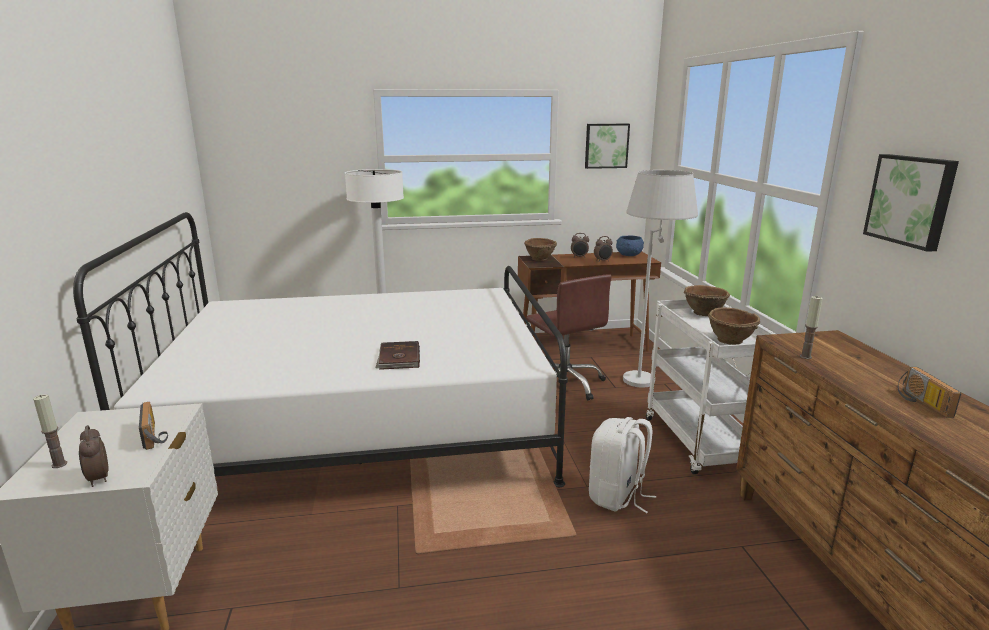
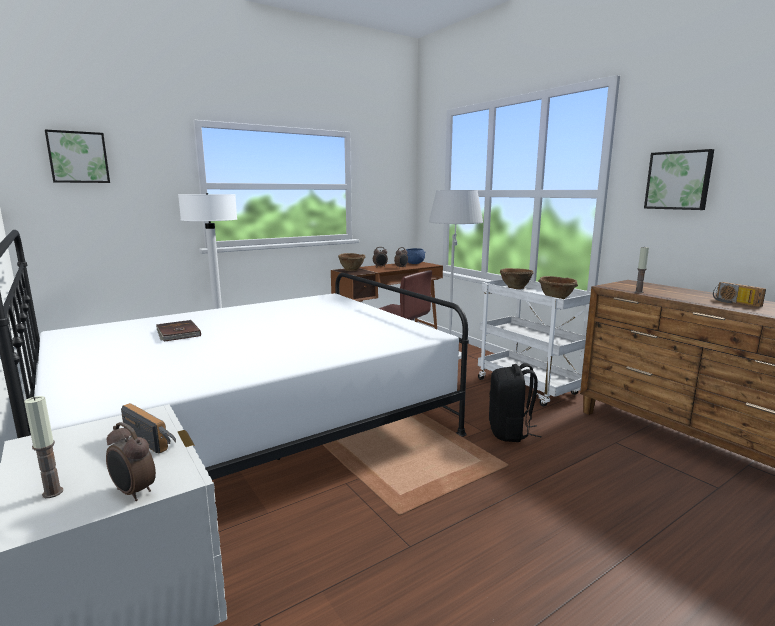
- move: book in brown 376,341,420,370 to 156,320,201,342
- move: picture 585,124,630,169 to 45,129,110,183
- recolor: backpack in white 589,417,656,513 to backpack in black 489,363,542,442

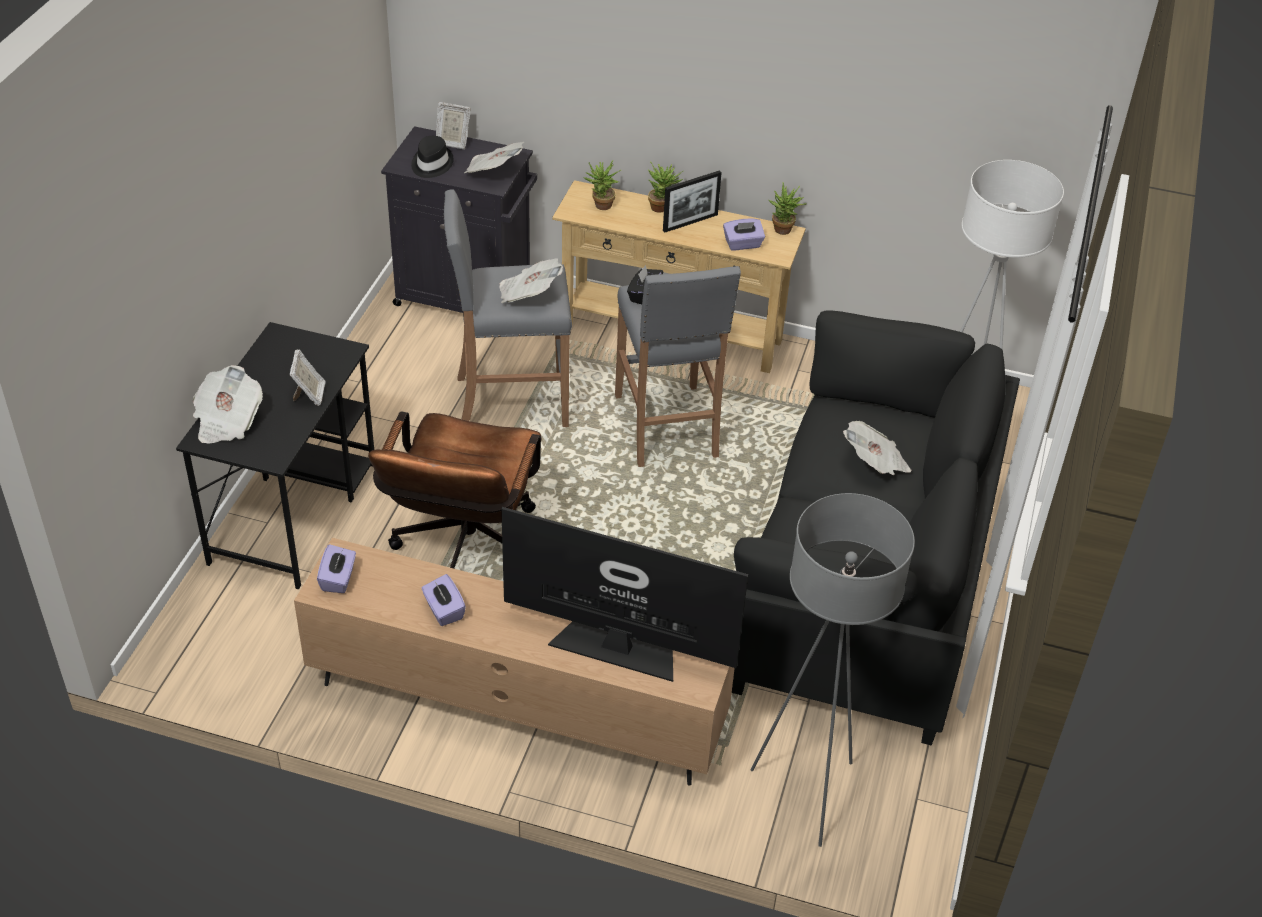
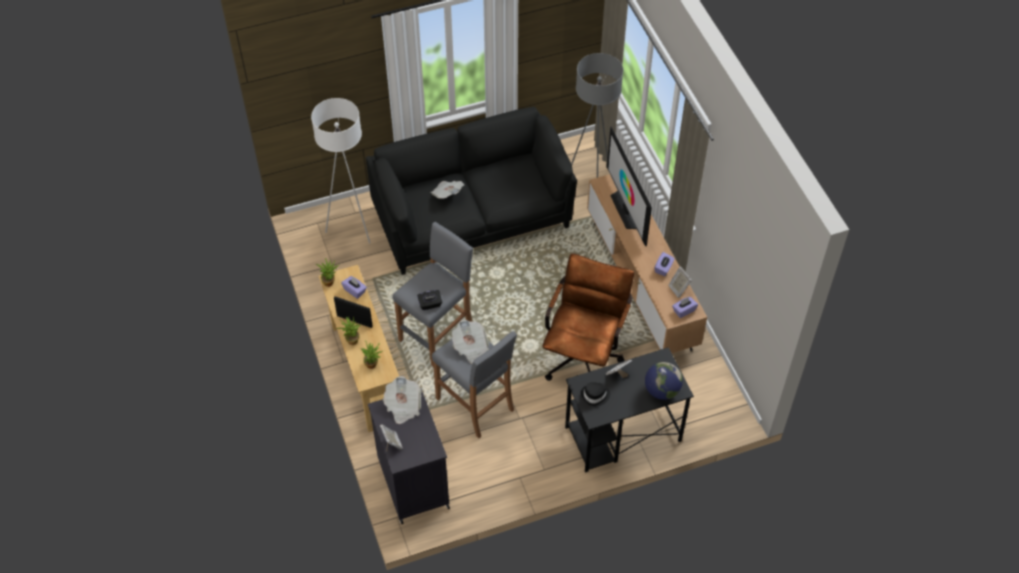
- replace: newspaper 193,365,263,443 to globe 645,362,683,400
- rotate: office chair in brown 368,411,542,569 = 542,253,634,381 45 degrees counterclockwise
- move: hat in black 411,136,454,178 to 581,382,610,406
- insert: picture frame 668,266,692,298

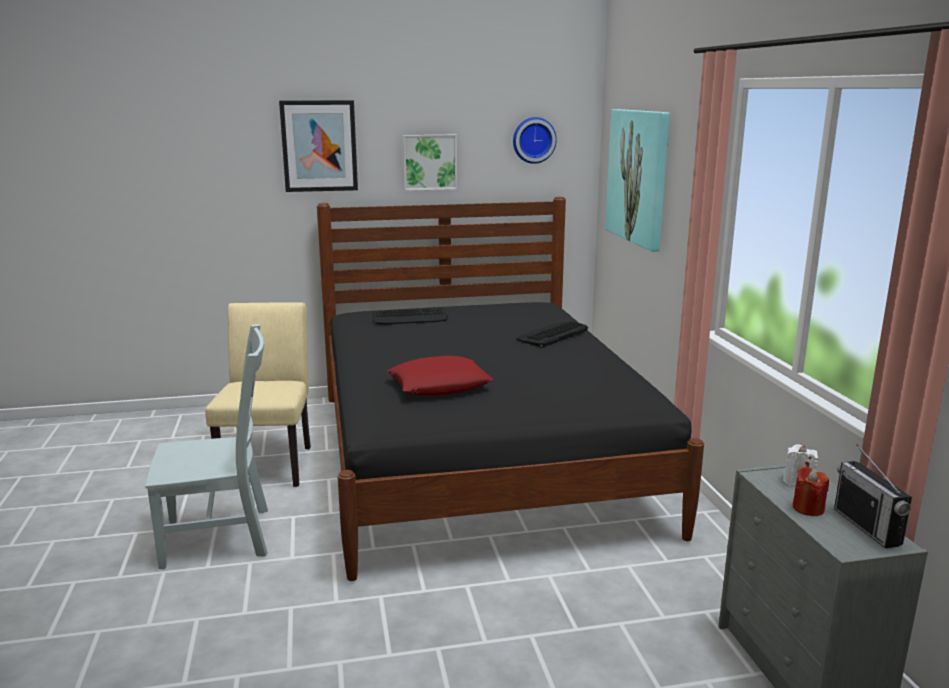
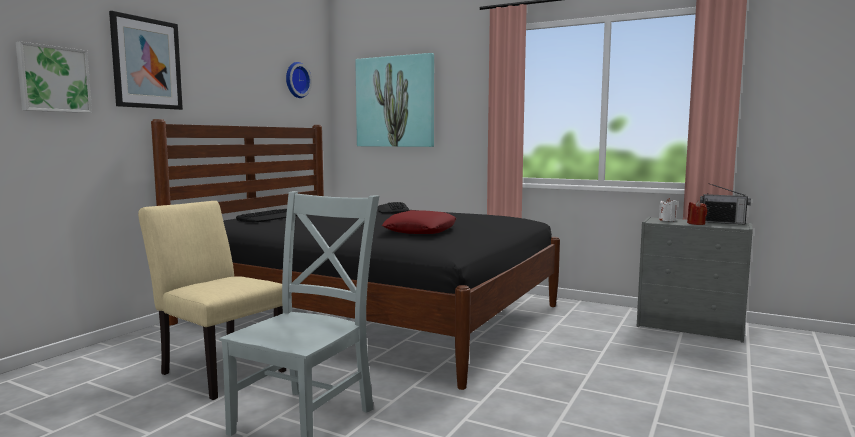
- move: picture 403,135,457,191 to 16,41,92,113

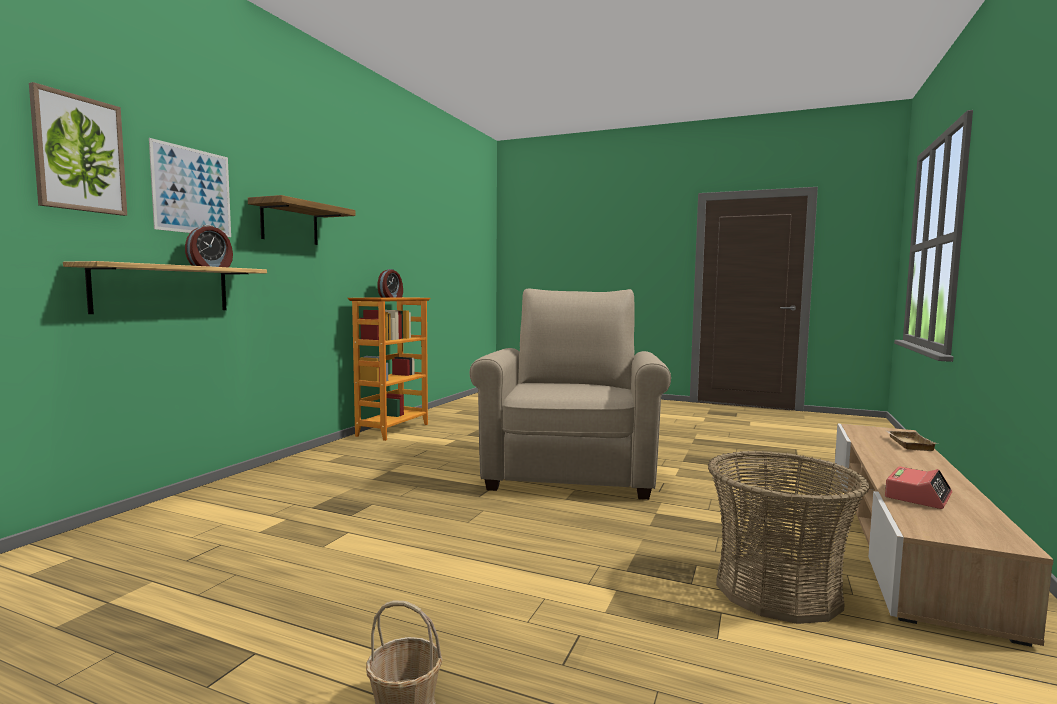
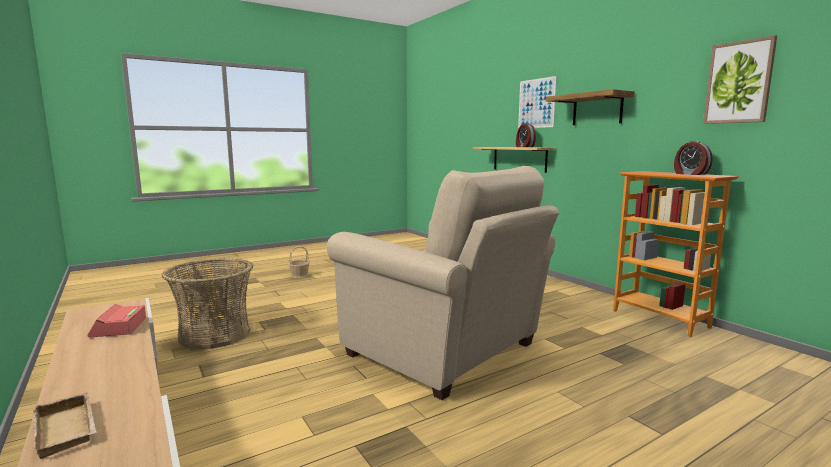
- move: picture 29,82,127,216 to 703,35,777,124

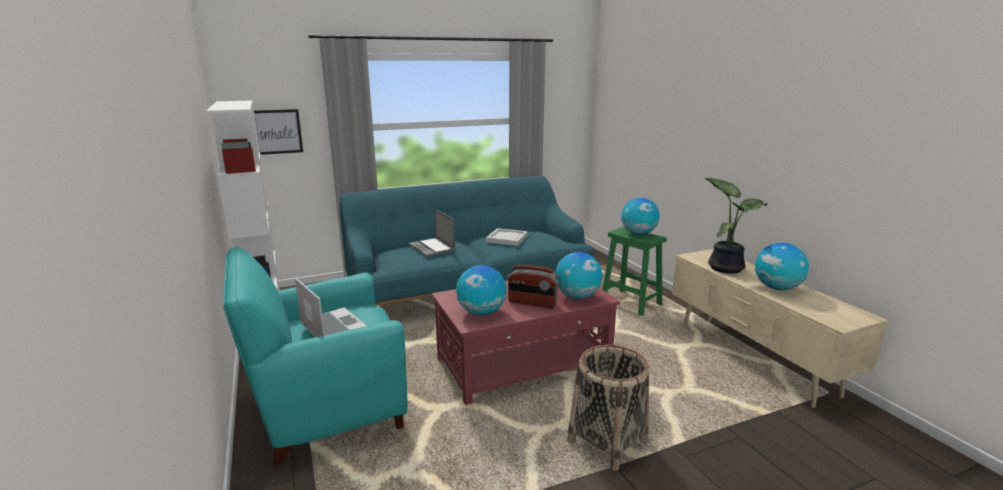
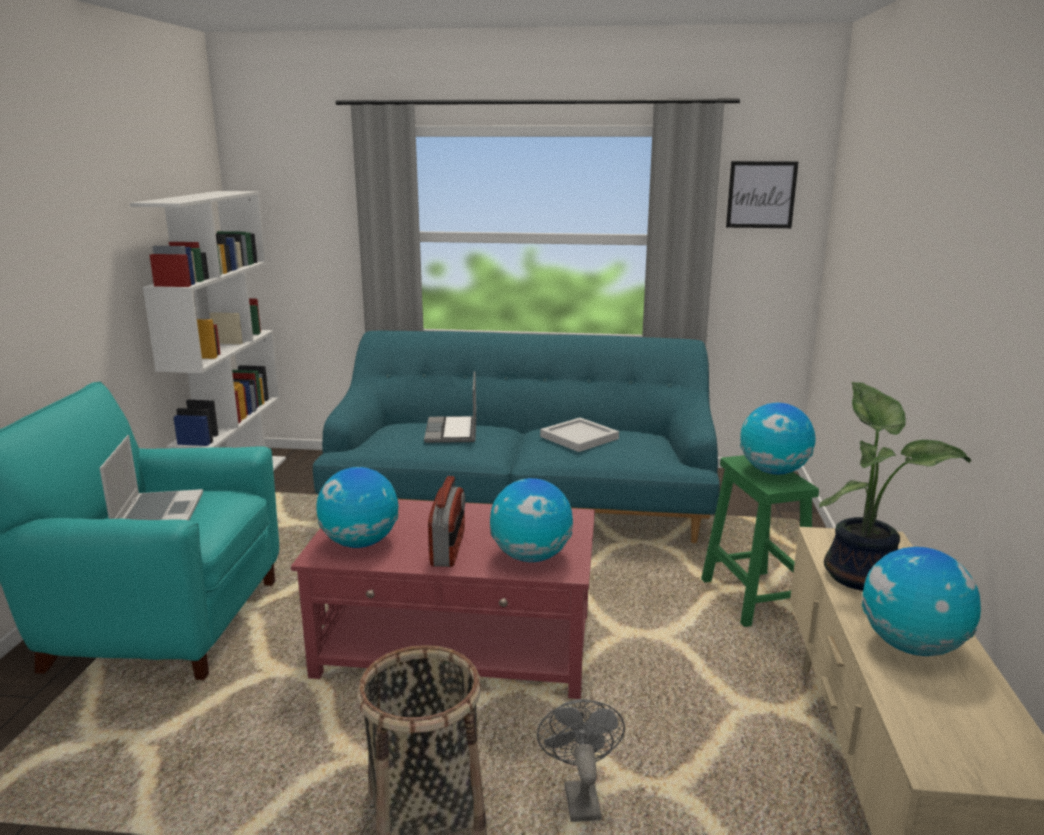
- move: picture 254,109,303,155 to 726,161,798,228
- rotate: radio 507,265,559,308 = 428,476,465,567 135 degrees counterclockwise
- insert: fan in grey 537,699,625,822

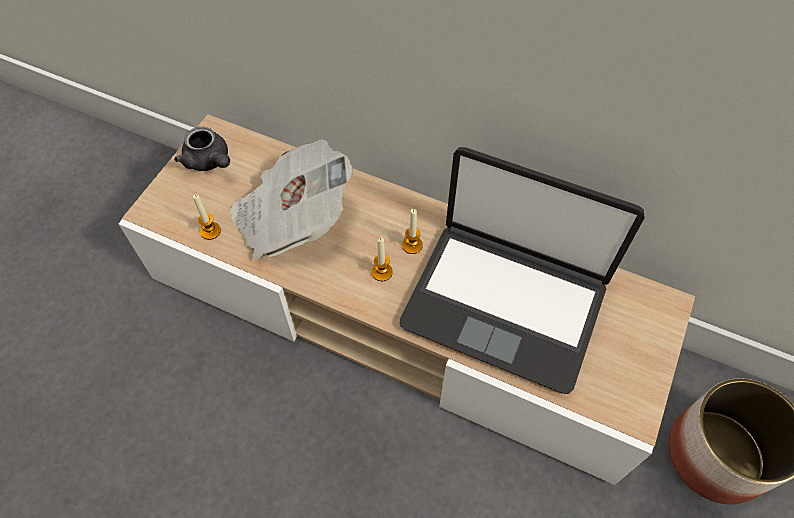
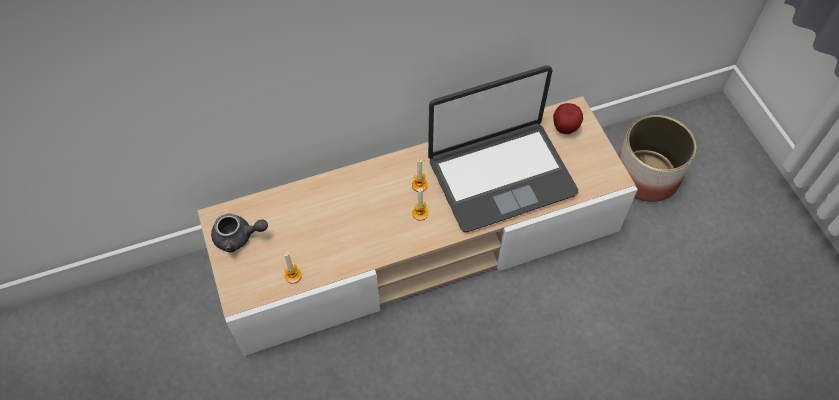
- delete: newspaper 230,140,353,260
- insert: apple 553,103,583,134

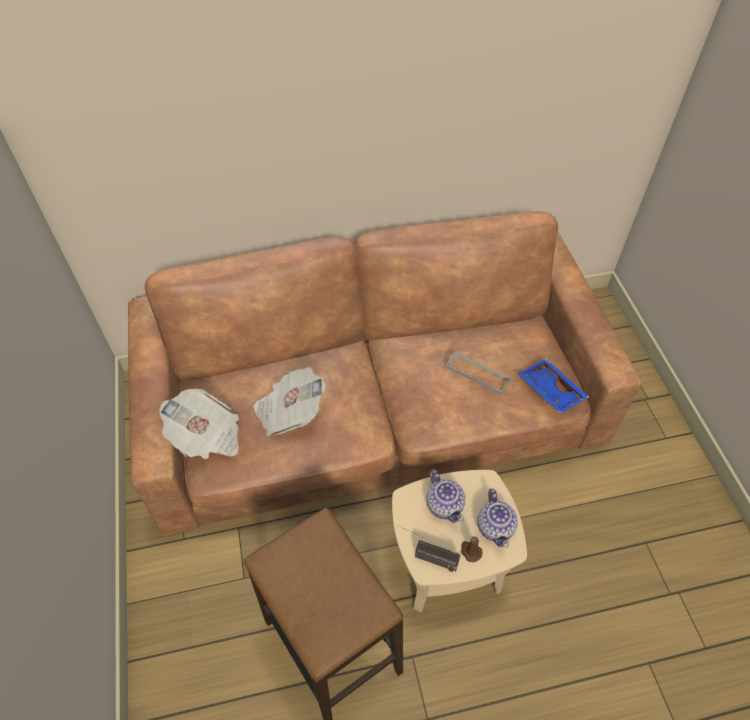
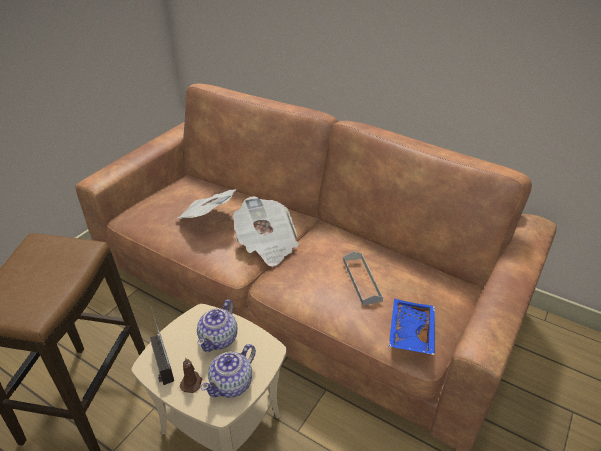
- move: newspaper 159,389,239,459 to 233,196,299,267

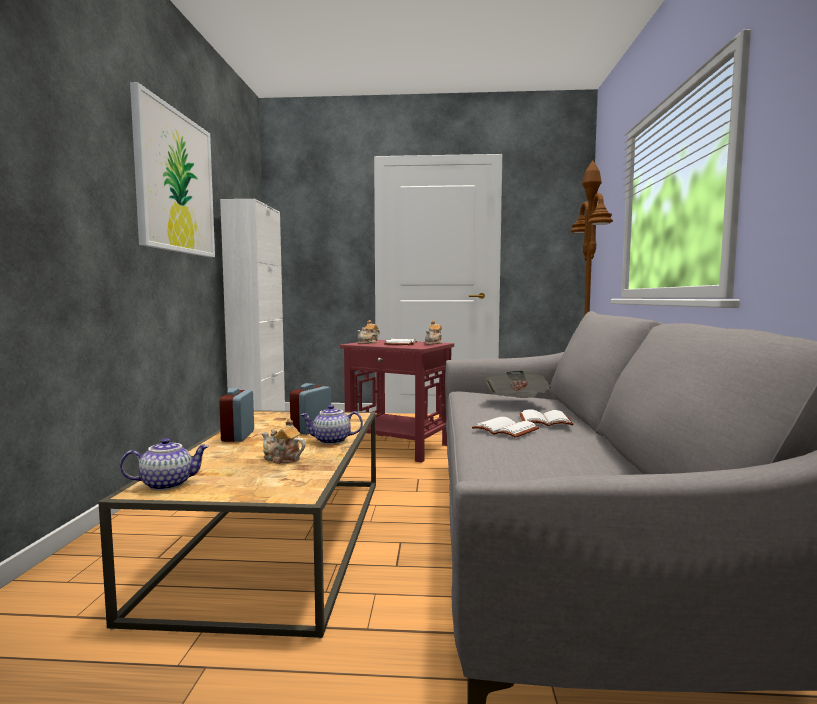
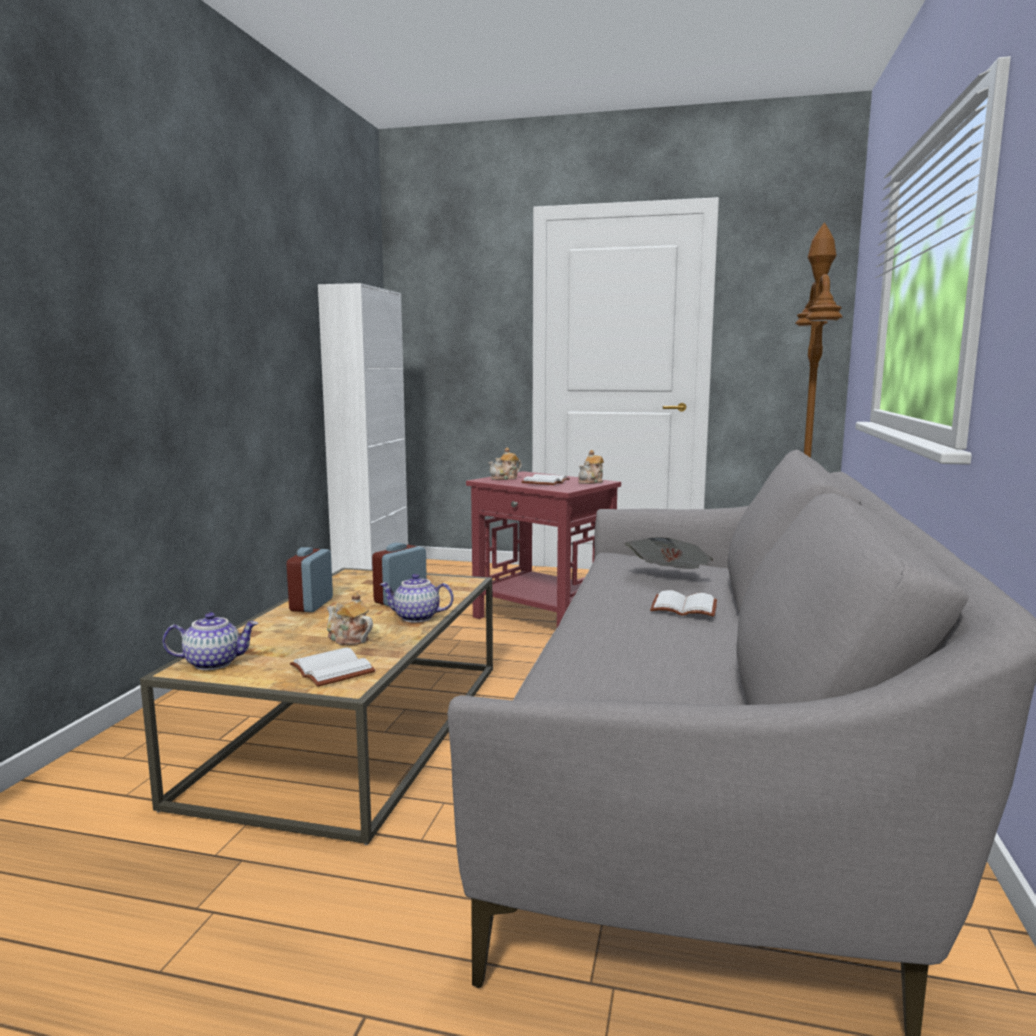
- delete: picture 130,82,215,257
- move: book in white 472,417,539,438 to 290,648,376,687

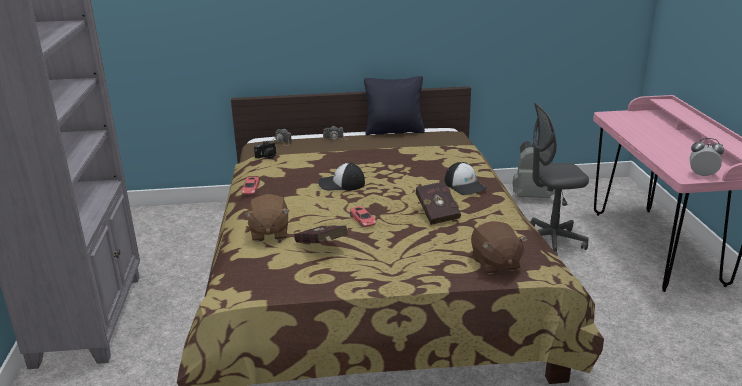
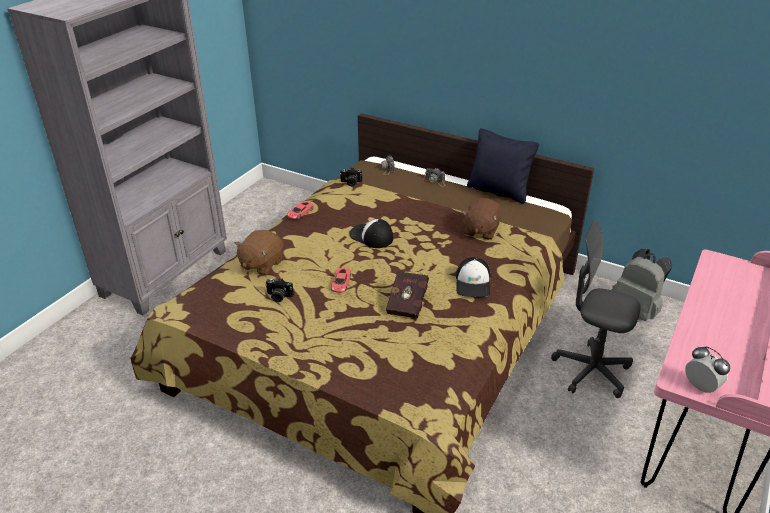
- replace: book in red 294,225,348,244 to photo camera 265,278,294,303
- move: plush toy in brown 471,221,527,274 to 462,198,501,240

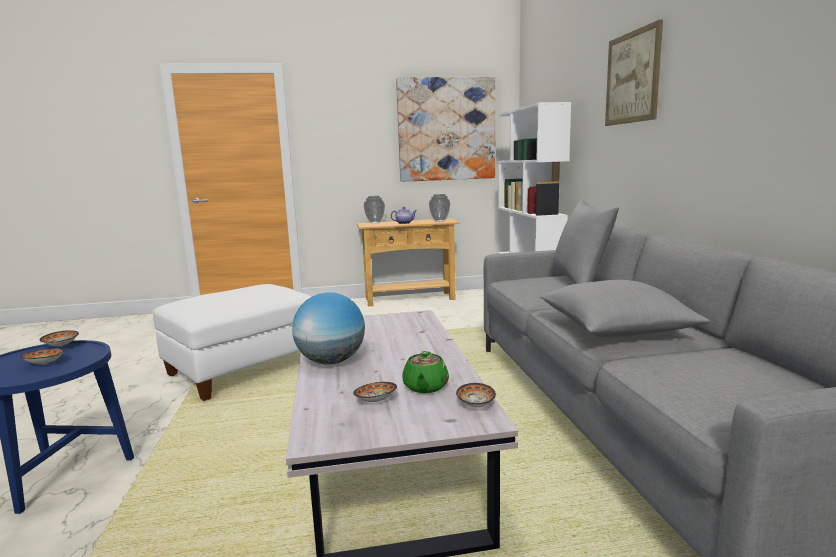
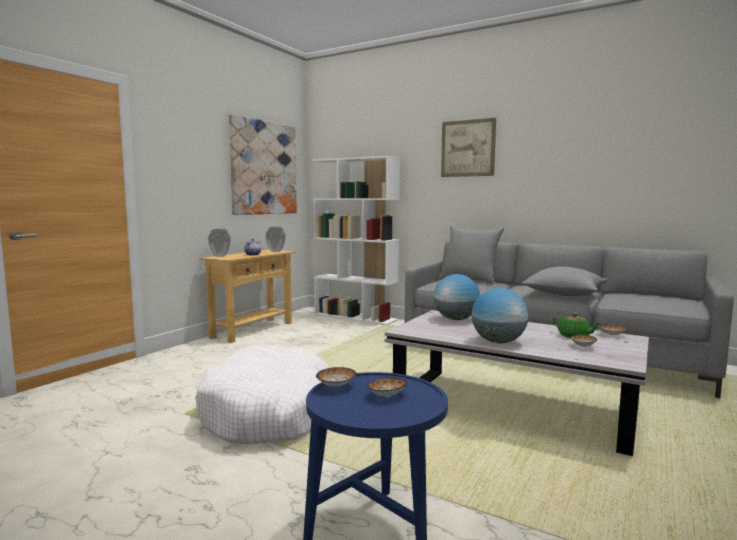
- replace: ottoman in white 153,284,312,401 to dog bed in white 195,345,328,444
- insert: globe 434,274,480,320

